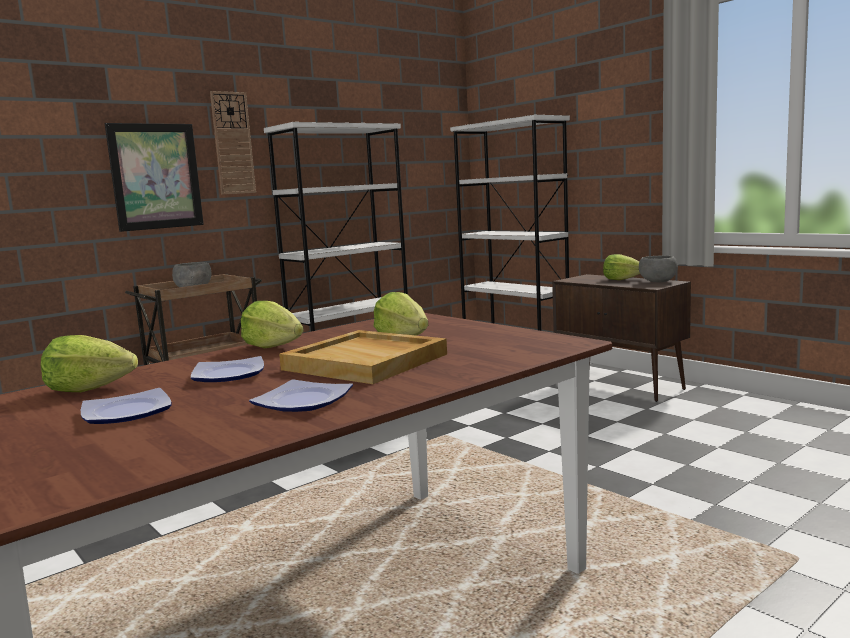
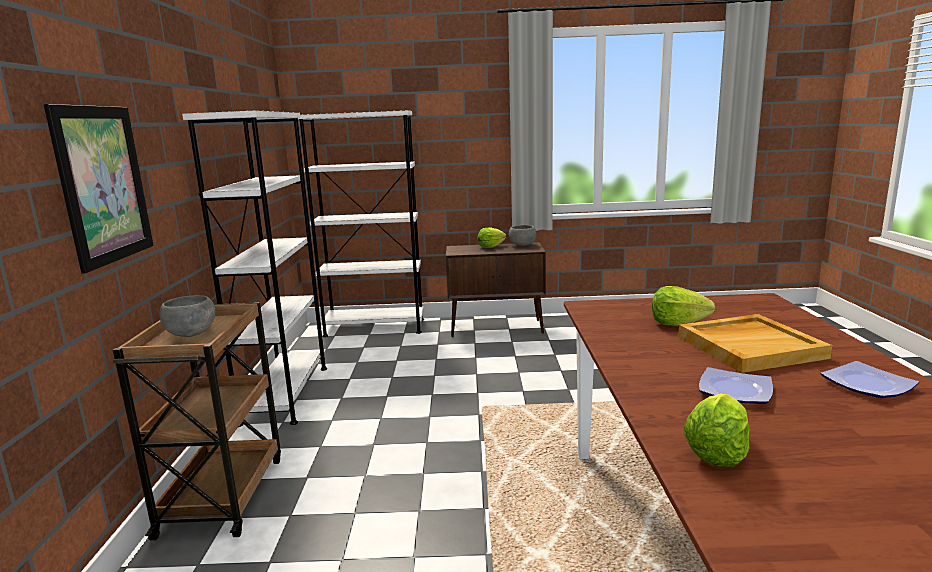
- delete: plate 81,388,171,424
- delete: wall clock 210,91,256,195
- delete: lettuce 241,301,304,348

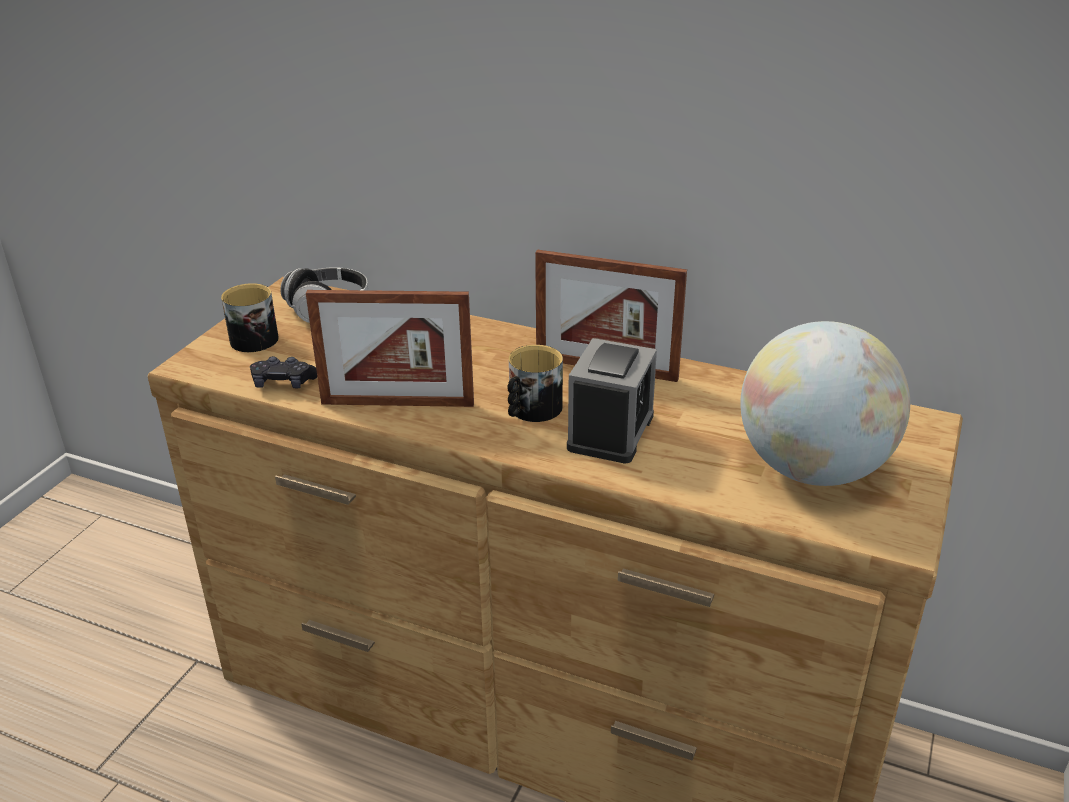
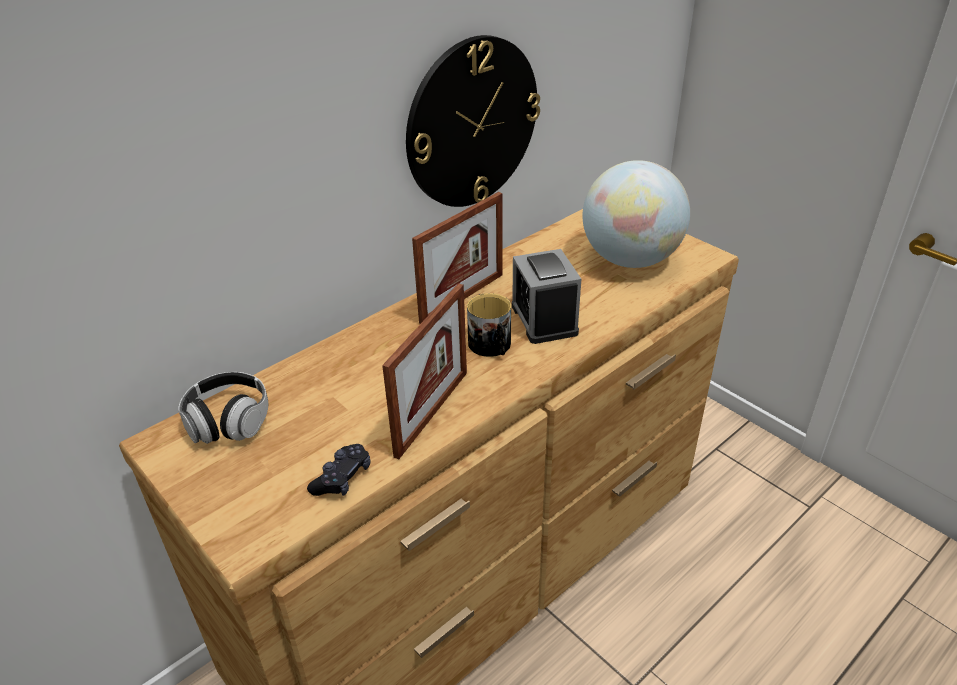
- delete: mug 221,283,279,352
- rotate: alarm clock 567,338,657,464 = 512,249,581,344 150 degrees counterclockwise
- insert: wall clock 406,35,540,207

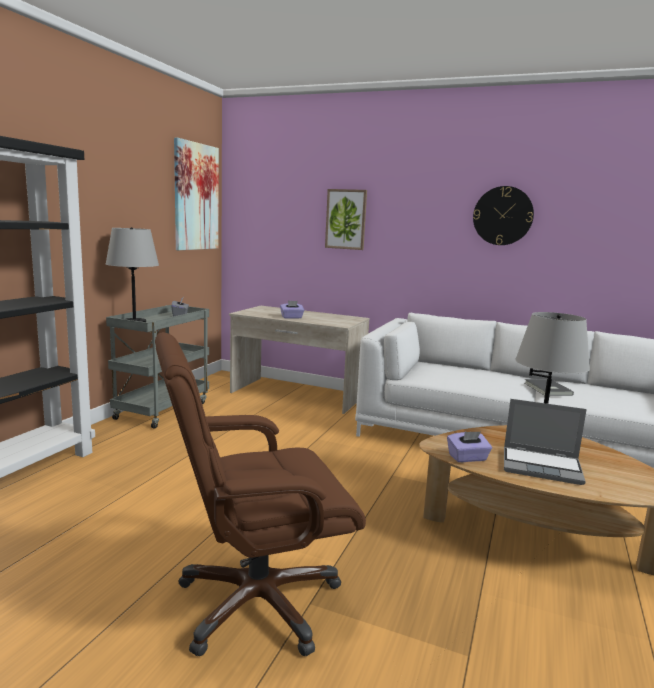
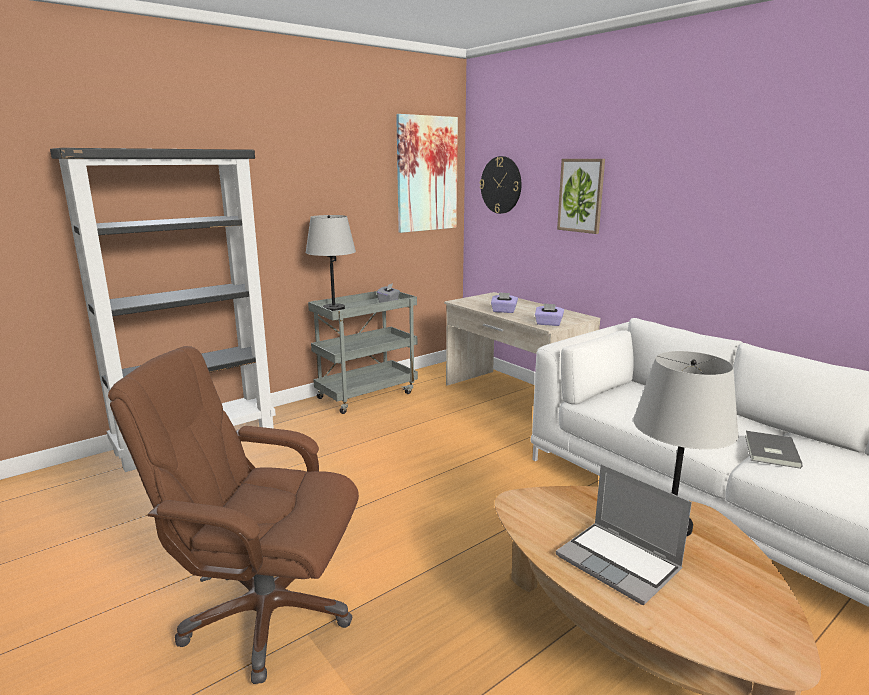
- move: tissue box in purple 447,432,492,462 to 535,303,564,326
- move: wall clock 473,186,534,245 to 480,156,521,214

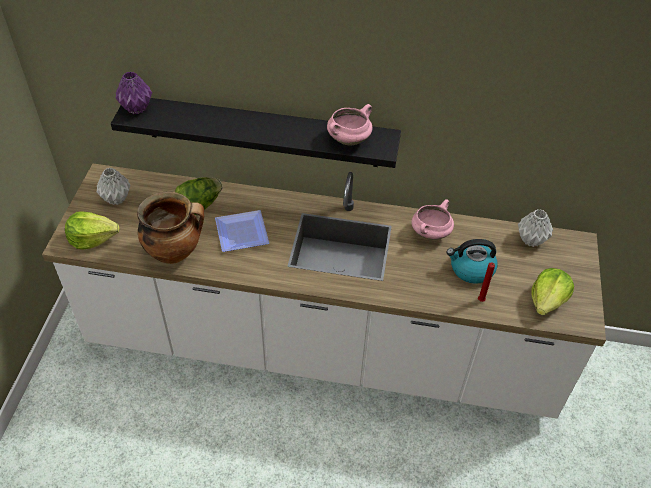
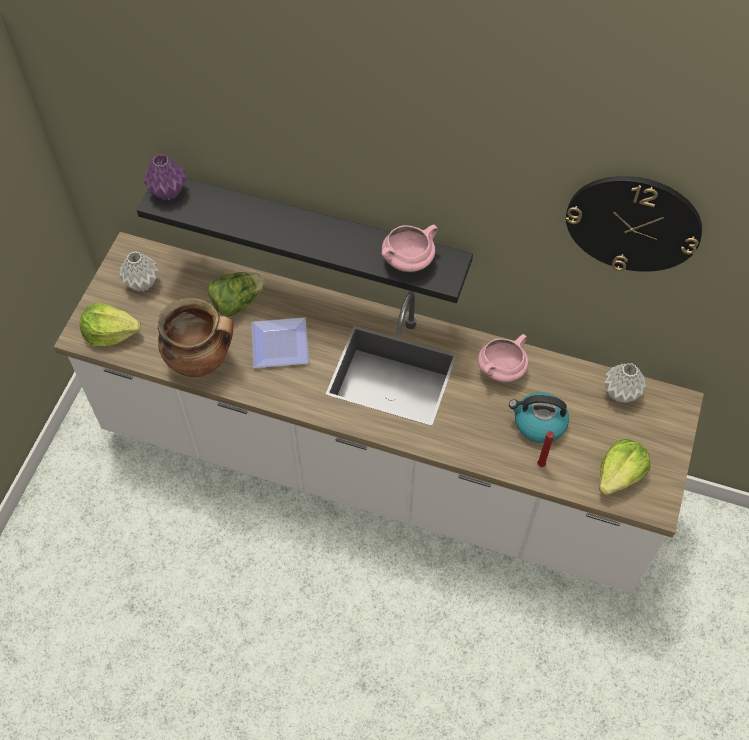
- insert: wall clock 566,176,702,272

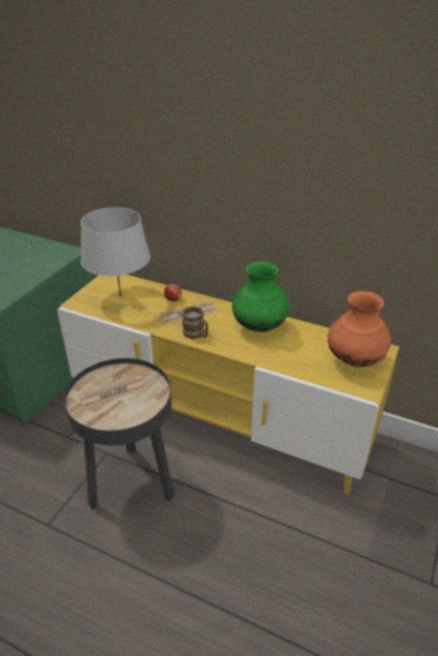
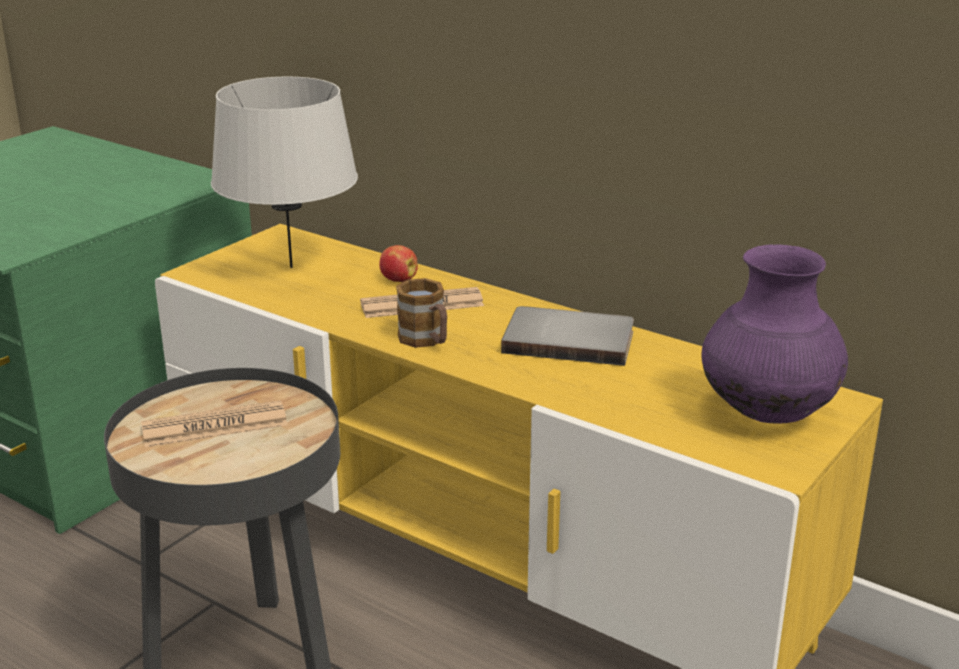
- replace: vase in green 232,261,289,332 to book in grey 501,306,634,366
- recolor: vase in orange 327,291,391,367 to vase in purple 701,244,848,424

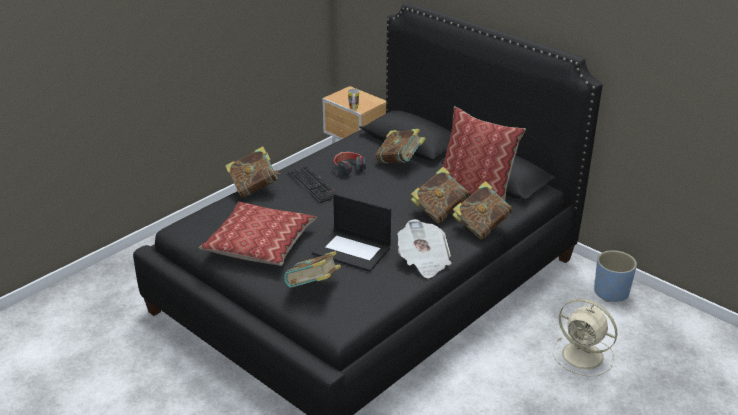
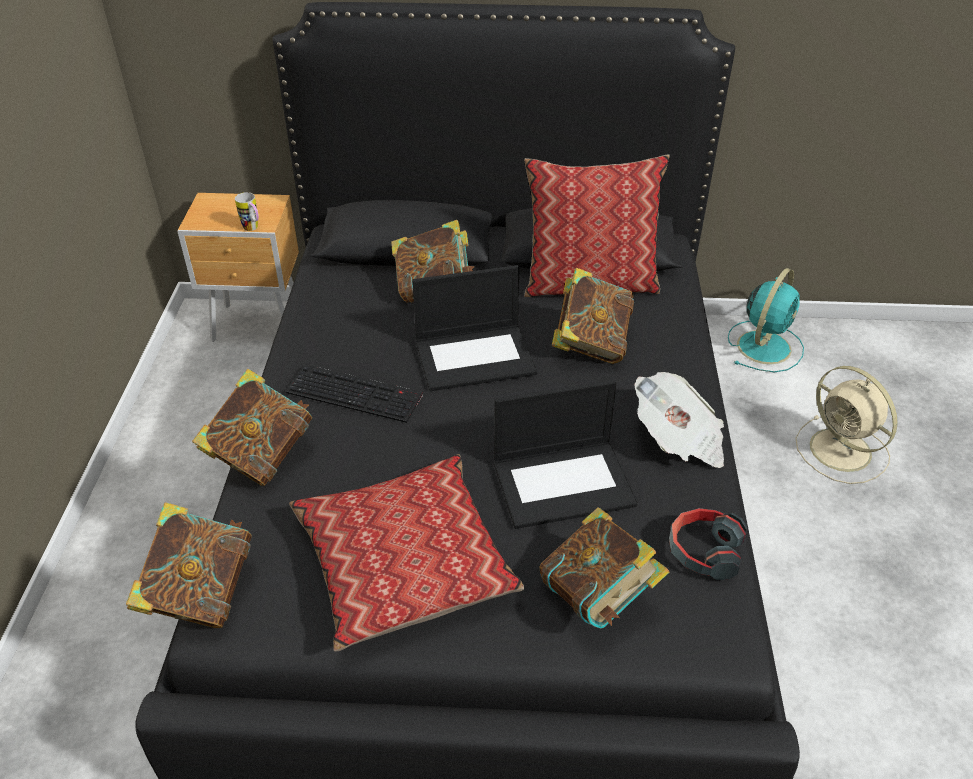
- move: headphones 334,152,366,176 to 669,508,747,580
- move: book 452,181,512,239 to 126,502,252,628
- rotate: fan in beige 553,299,617,376 = 795,366,898,484 60 degrees clockwise
- replace: planter in blue 594,250,637,302 to fan in turquoise 728,268,804,372
- insert: laptop 412,265,537,391

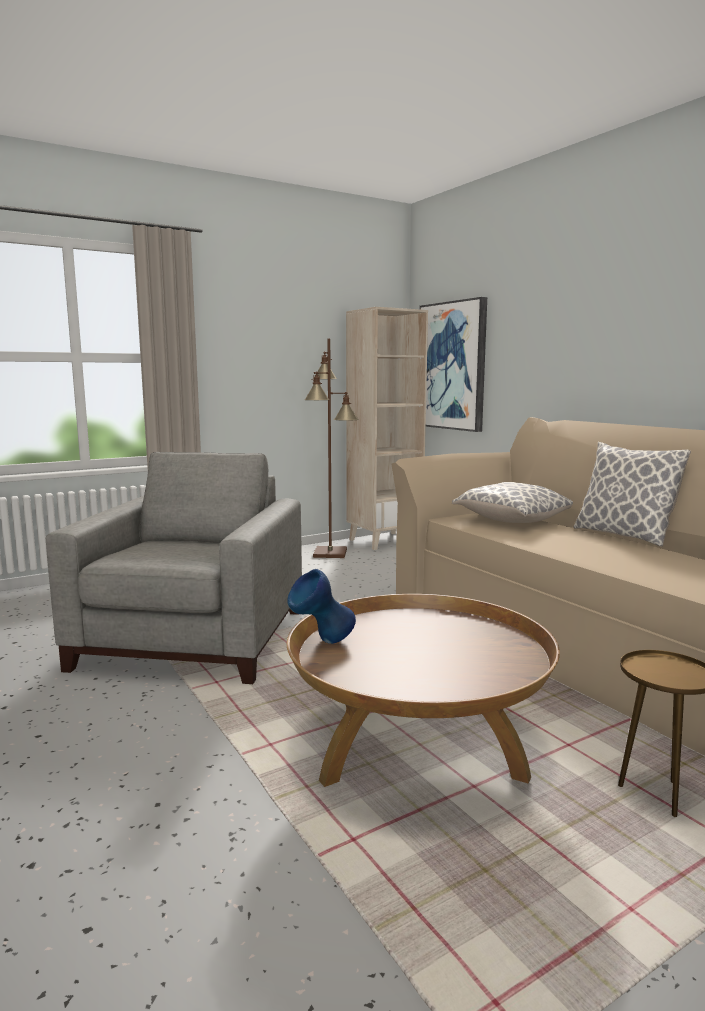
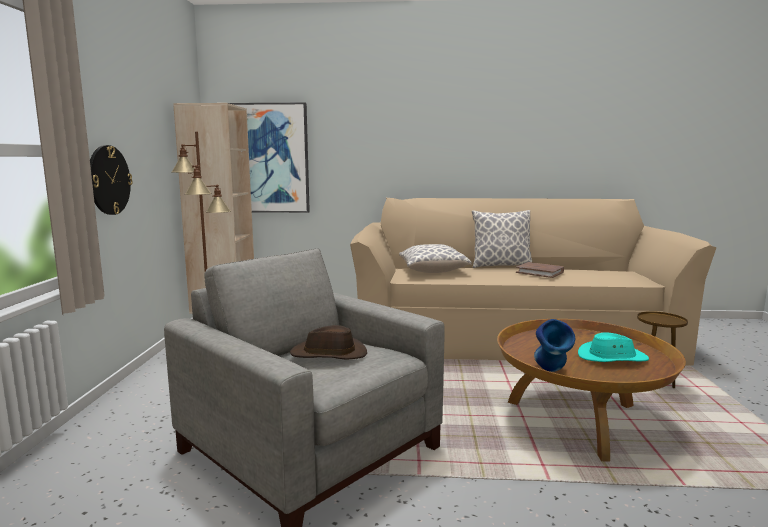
- insert: wall clock 90,145,133,215
- insert: hat in brown 290,325,367,360
- insert: book in brown 516,262,564,278
- insert: hat in turquoise 578,333,649,362

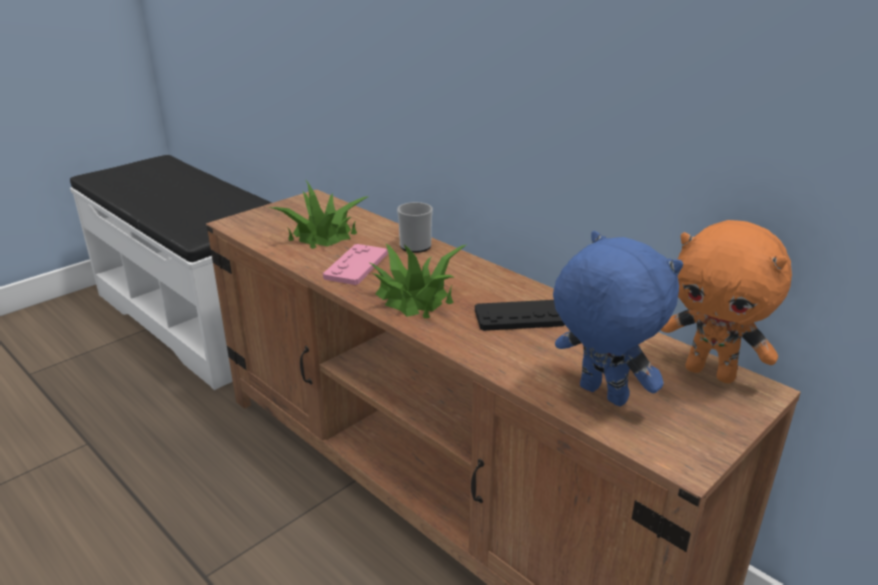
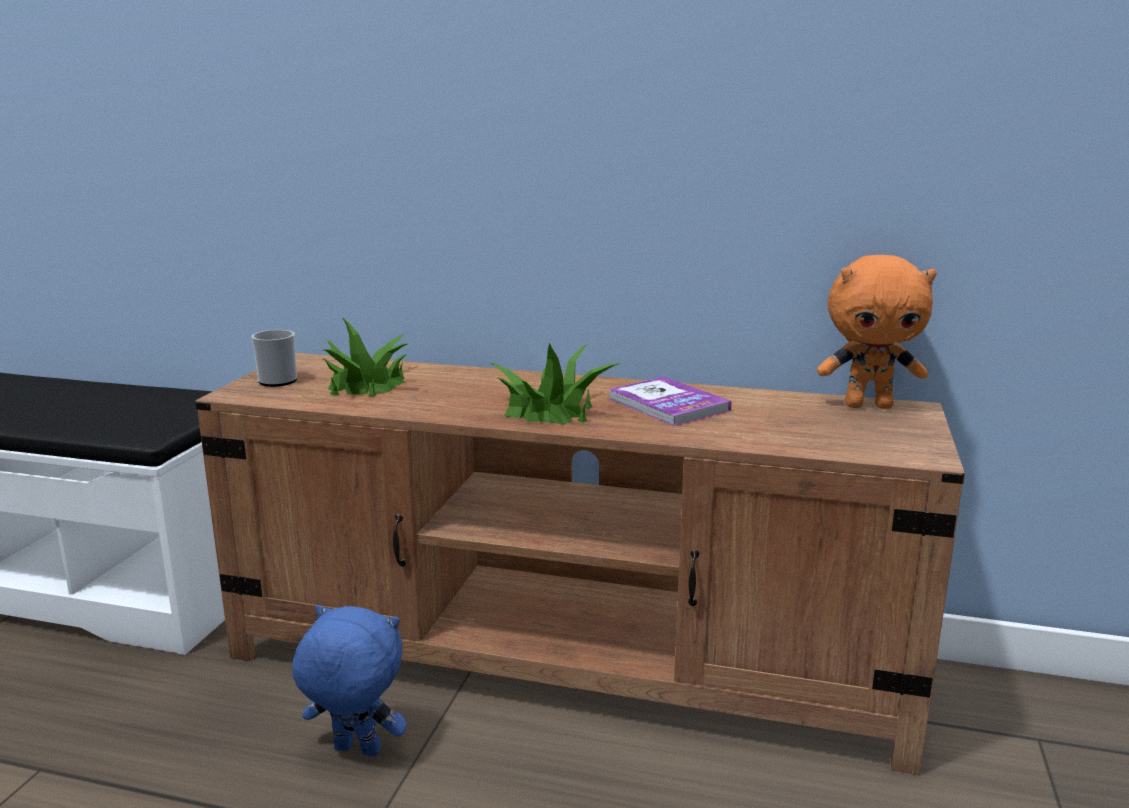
- delete: game controller in pink 323,244,388,285
- move: mug 397,202,433,253 to 251,330,297,387
- replace: game controller in black 475,300,565,331 to book 608,377,732,426
- move: plush toy in blue 553,231,683,406 to 292,605,407,757

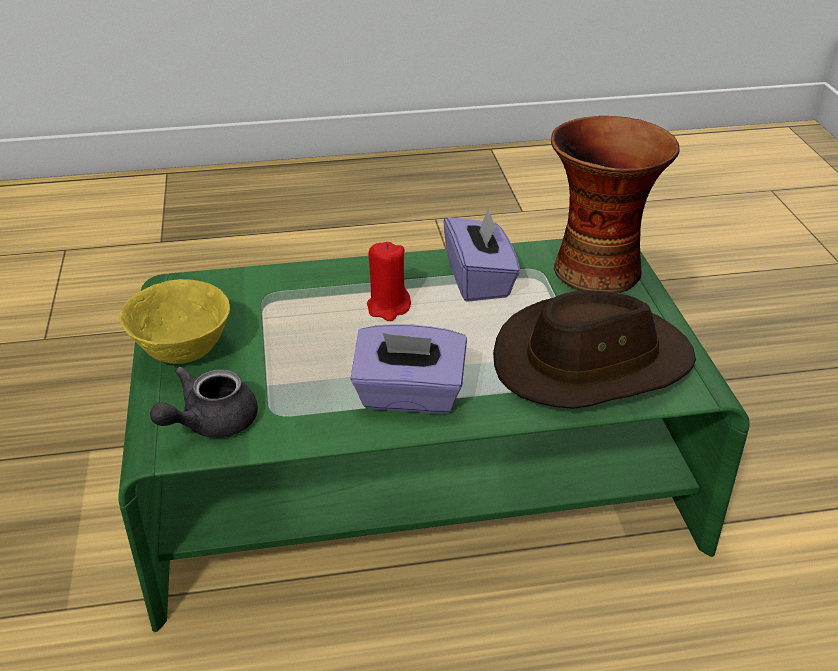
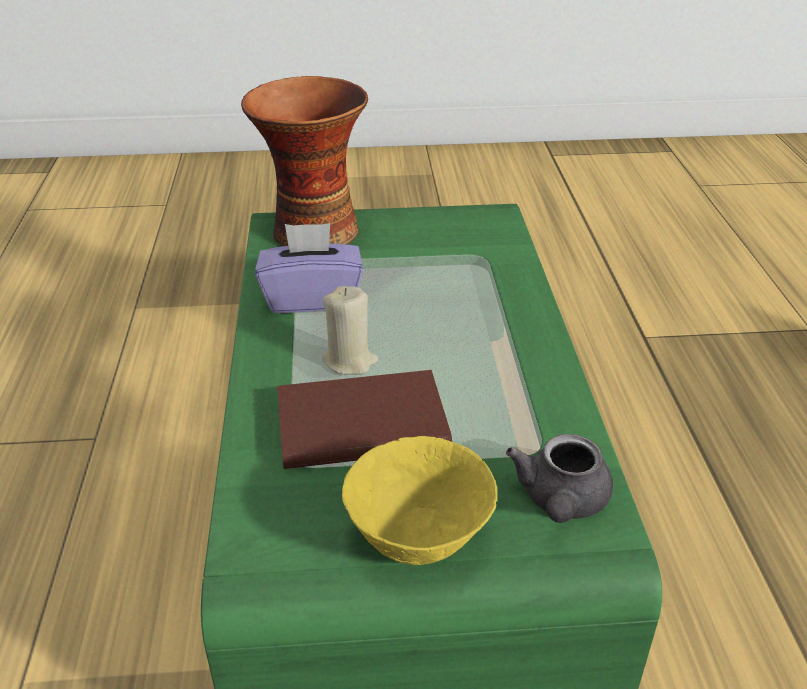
- rotate: teapot in grey 150,367,258,438 = 506,434,613,523 60 degrees clockwise
- delete: tissue box in purple 350,324,467,414
- recolor: candle in red 367,242,411,321 to candle in beige 322,286,378,375
- delete: hat in brown 493,291,696,409
- insert: book in brown 277,370,452,469

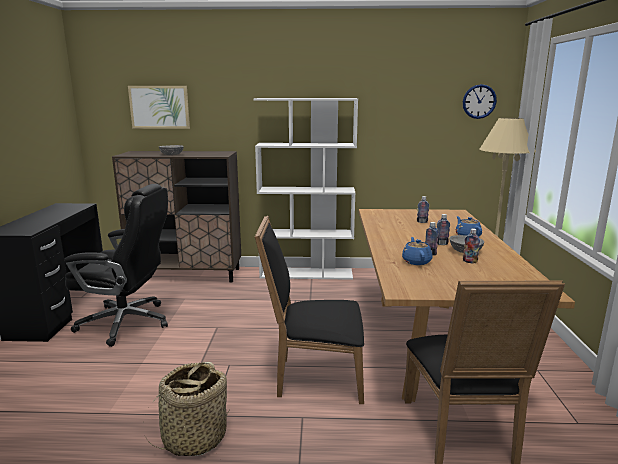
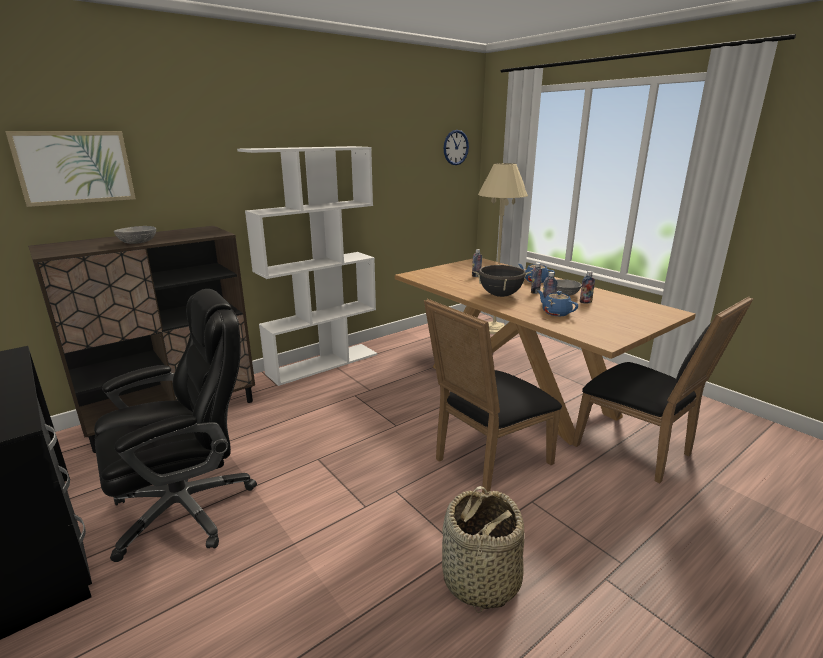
- insert: cooking pot in black 473,265,531,297

